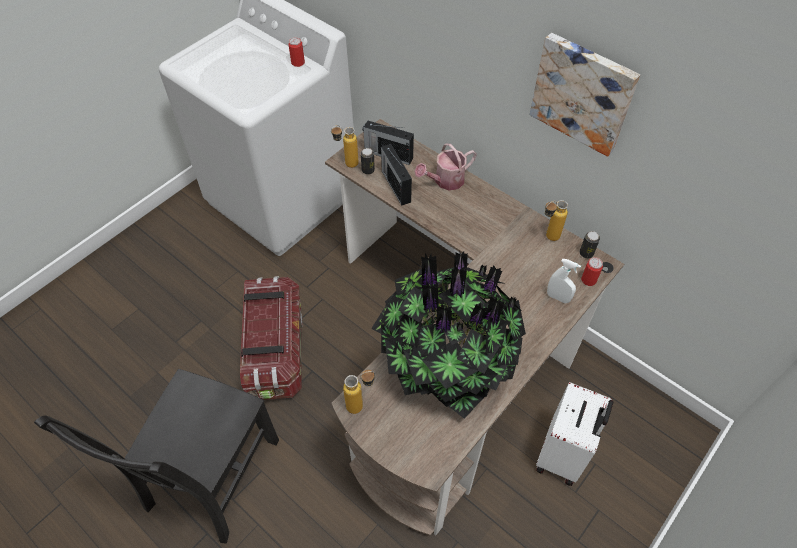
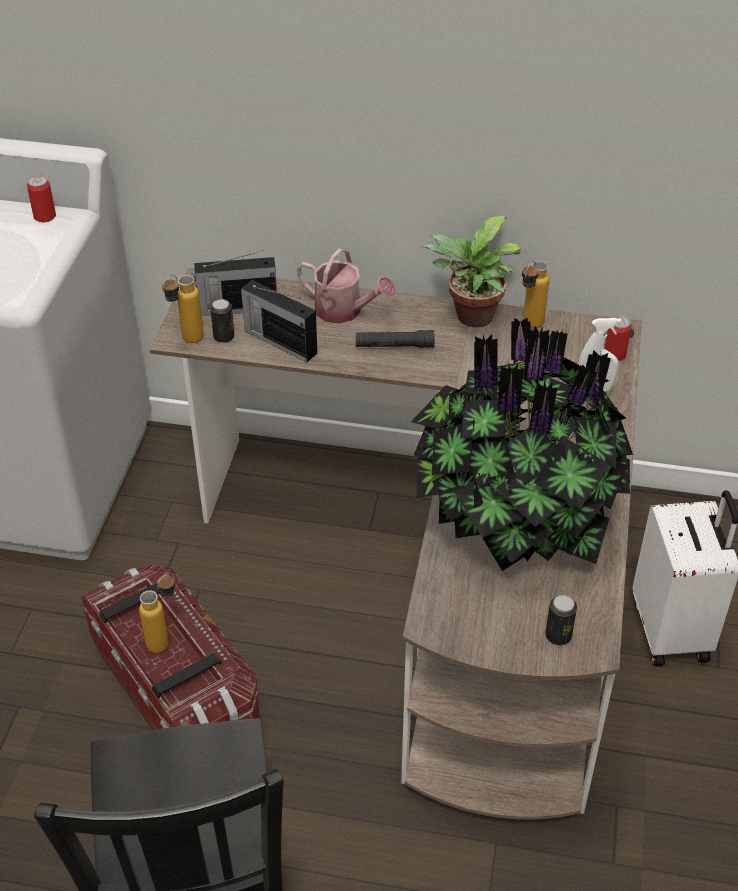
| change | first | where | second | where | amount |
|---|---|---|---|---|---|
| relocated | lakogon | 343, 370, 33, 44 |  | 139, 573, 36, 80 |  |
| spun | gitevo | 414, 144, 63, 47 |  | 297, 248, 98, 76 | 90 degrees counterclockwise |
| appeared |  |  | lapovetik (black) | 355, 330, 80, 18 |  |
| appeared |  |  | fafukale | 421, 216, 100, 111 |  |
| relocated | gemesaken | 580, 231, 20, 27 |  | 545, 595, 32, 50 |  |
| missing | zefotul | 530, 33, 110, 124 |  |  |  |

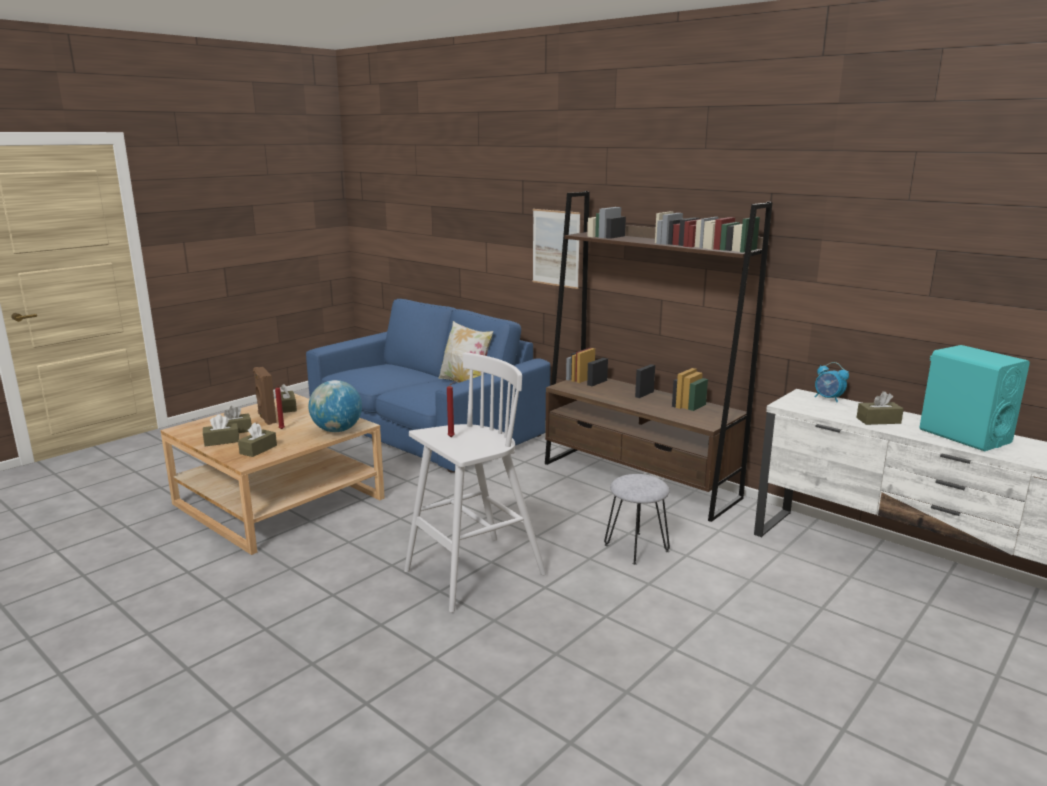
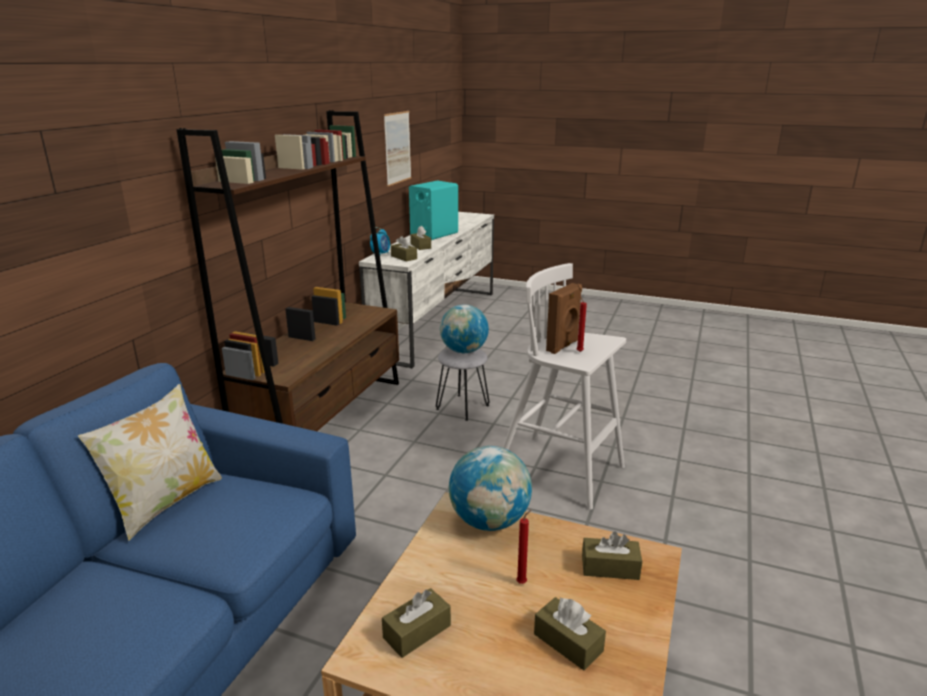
| change | first | where | second | where | amount |
|---|---|---|---|---|---|
| relocated | zefotul | 533, 209, 47, 80 |  | 384, 111, 28, 76 |  |
| relocated | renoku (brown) | 203, 414, 36, 32 |  | 391, 236, 26, 26 |  |
| appeared |  |  | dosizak | 440, 304, 49, 49 |  |
| relocated | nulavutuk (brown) | 253, 367, 24, 58 |  | 546, 283, 36, 71 |  |

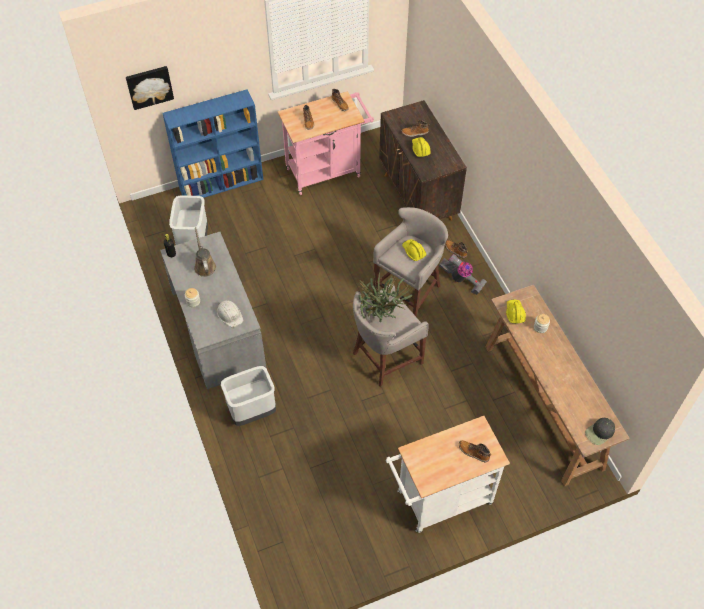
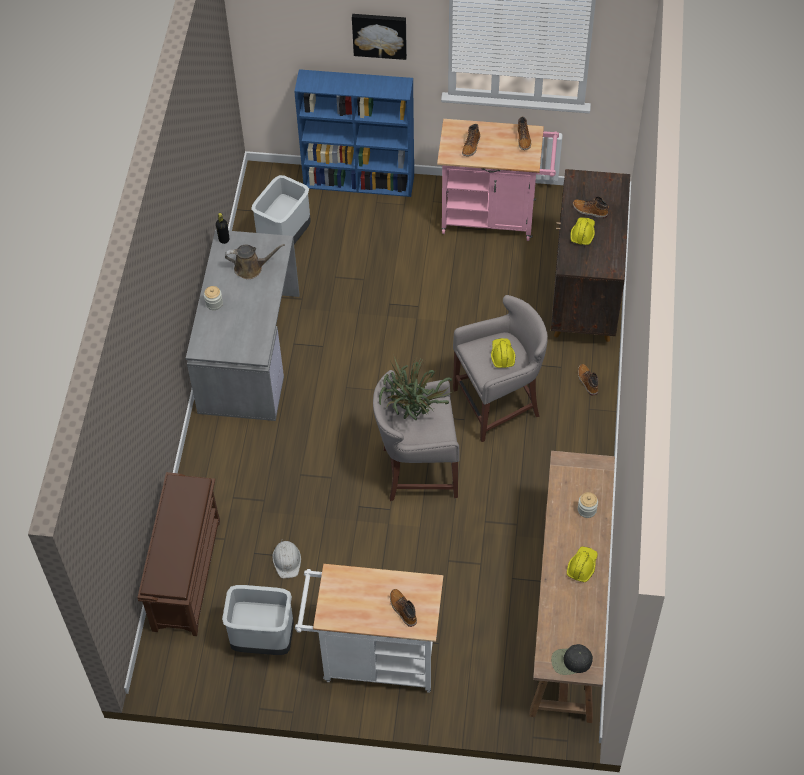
| change | first | where | second | where | amount |
|---|---|---|---|---|---|
| appeared |  |  | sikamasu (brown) | 137, 472, 83, 164 |  |
| relocated | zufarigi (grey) | 221, 366, 55, 60 |  | 222, 585, 72, 70 |  |
| spun | gitevo (brown) | 194, 227, 22, 50 |  | 225, 244, 60, 35 | 75 degrees clockwise |
| relocated | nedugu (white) | 217, 300, 26, 28 |  | 272, 539, 29, 39 |  |
| relocated | zefotul | 126, 66, 48, 44 |  | 352, 14, 55, 46 |  |
| relocated | nedugu (yellow) | 506, 300, 20, 23 |  | 567, 546, 31, 36 |  |
| missing | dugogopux | 439, 254, 48, 40 |  |  |  |

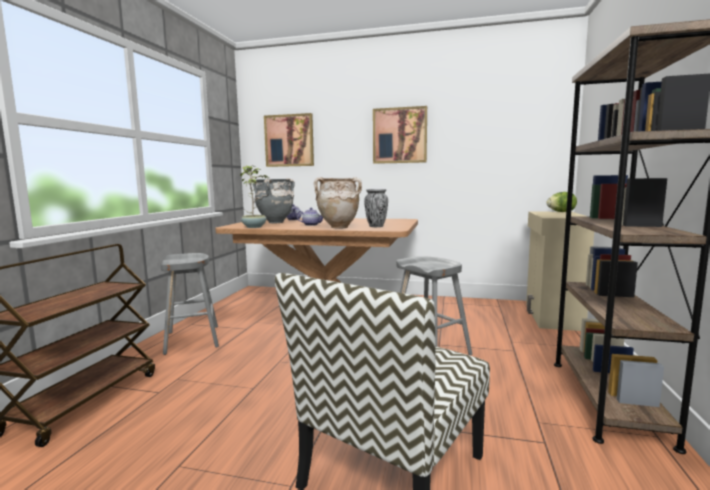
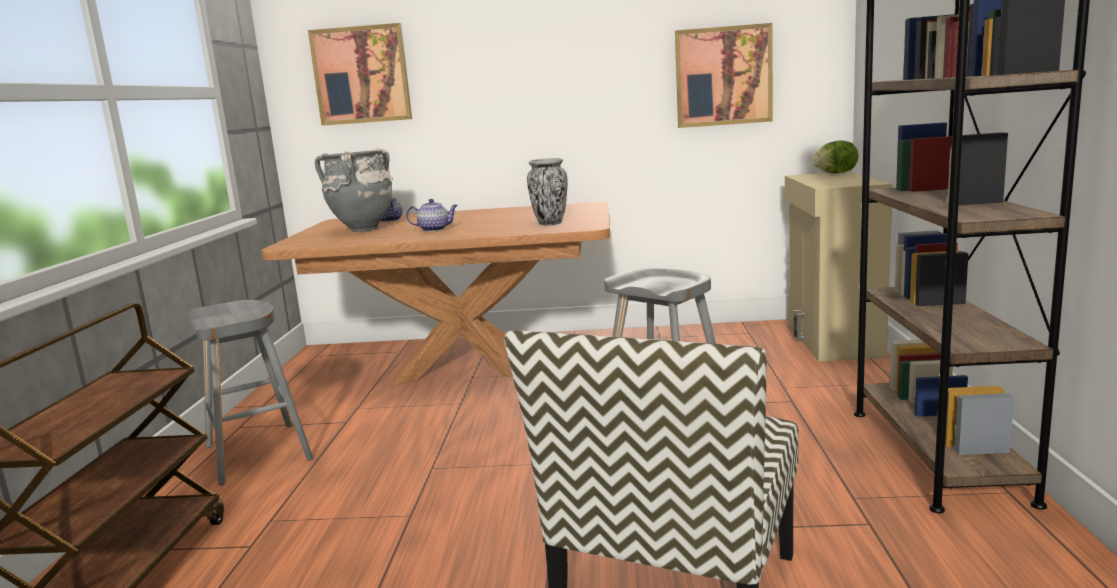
| change | first | where | second | where | amount |
|---|---|---|---|---|---|
| relocated | zefotul | 373, 106, 54, 58 |  | 675, 23, 98, 105 |  |
| missing | fafukale | 240, 166, 29, 62 |  |  |  |
| missing | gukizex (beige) | 314, 177, 48, 52 |  |  |  |

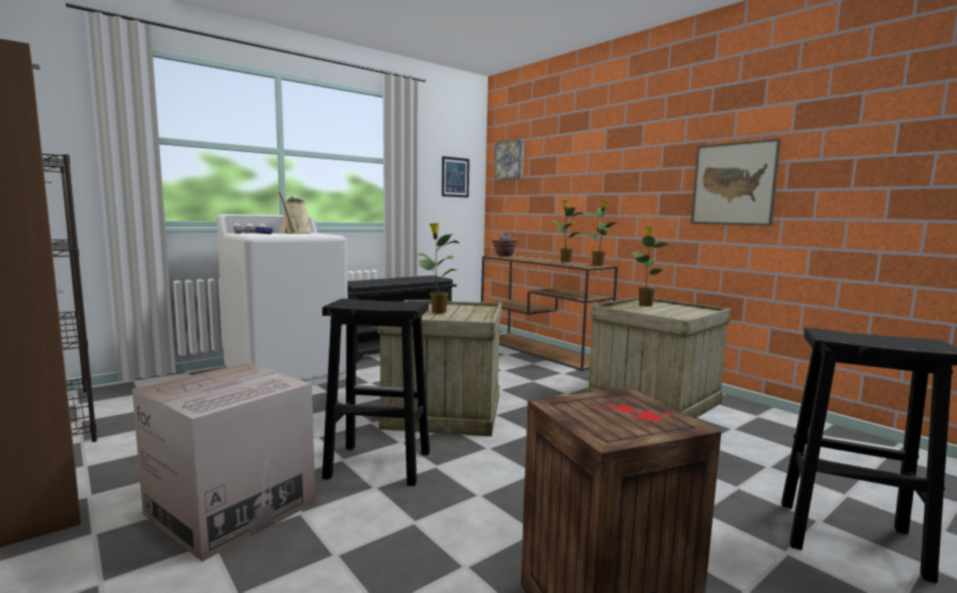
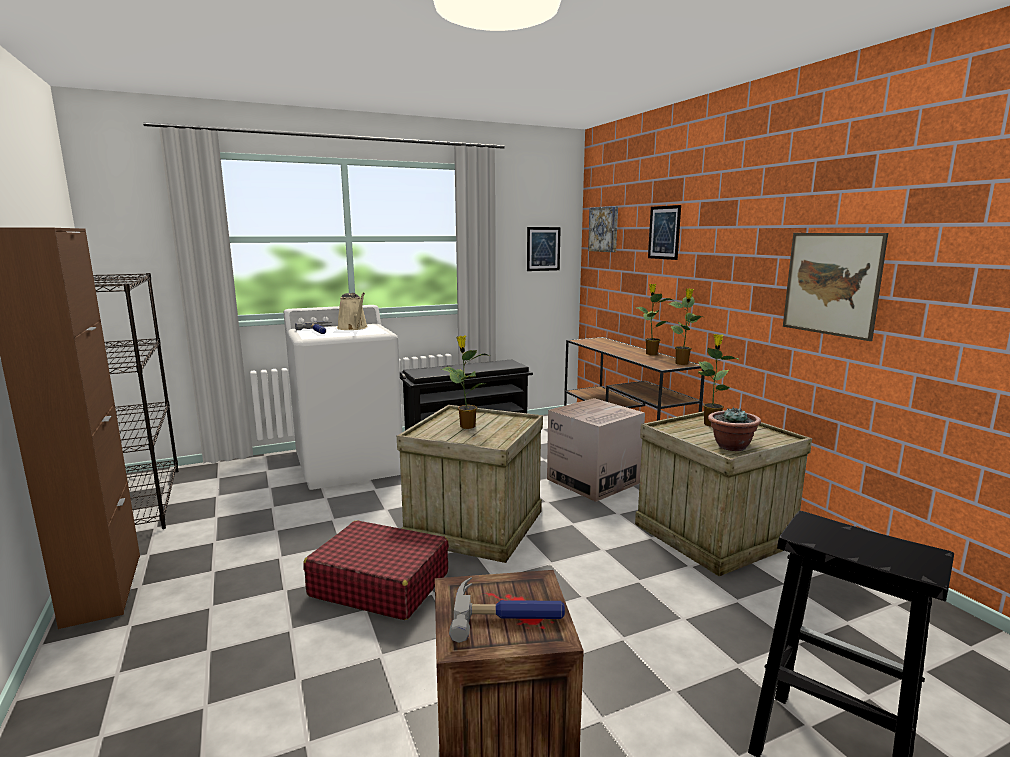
| change | first | where | second | where | amount |
|---|---|---|---|---|---|
| exchanged | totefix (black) | 322, 298, 108, 188 | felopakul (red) | 303, 520, 146, 100 |  |
| spun | gitevo (beige) | 278, 192, 34, 42 |  | 337, 292, 31, 38 | 45 degrees counterclockwise |
| appeared |  |  | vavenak | 449, 577, 116, 66 |  |
| relocated | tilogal | 132, 363, 183, 199 |  | 547, 398, 98, 104 |  |
| appeared |  |  | zefotul | 648, 205, 33, 55 |  |
| relocated | fafukale | 491, 234, 27, 23 |  | 708, 406, 53, 45 |  |

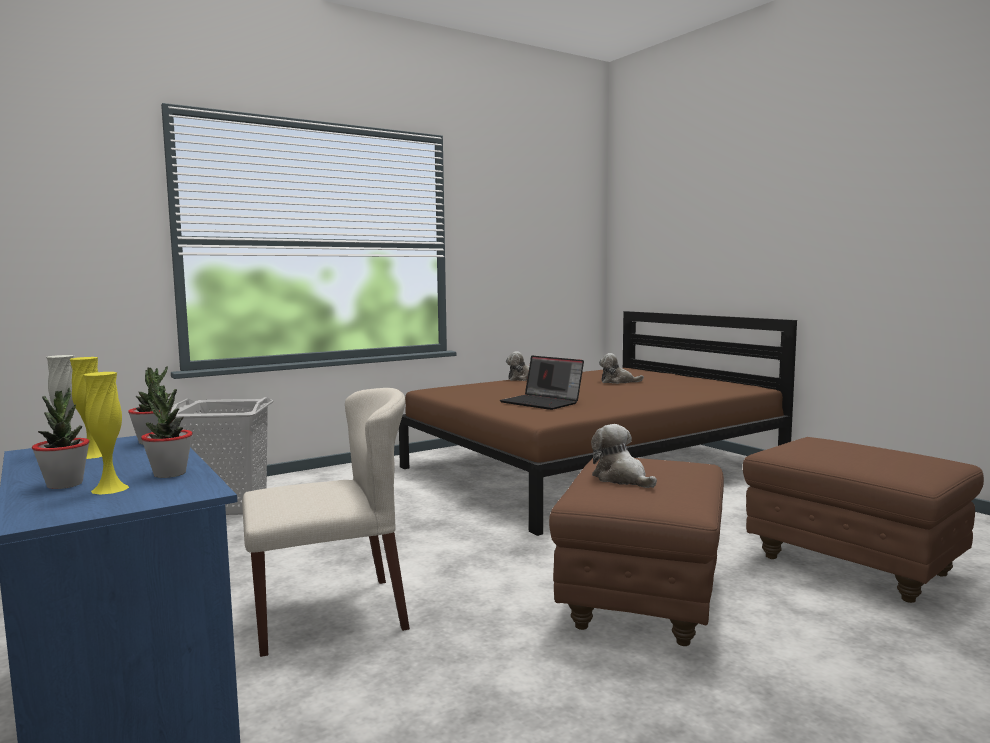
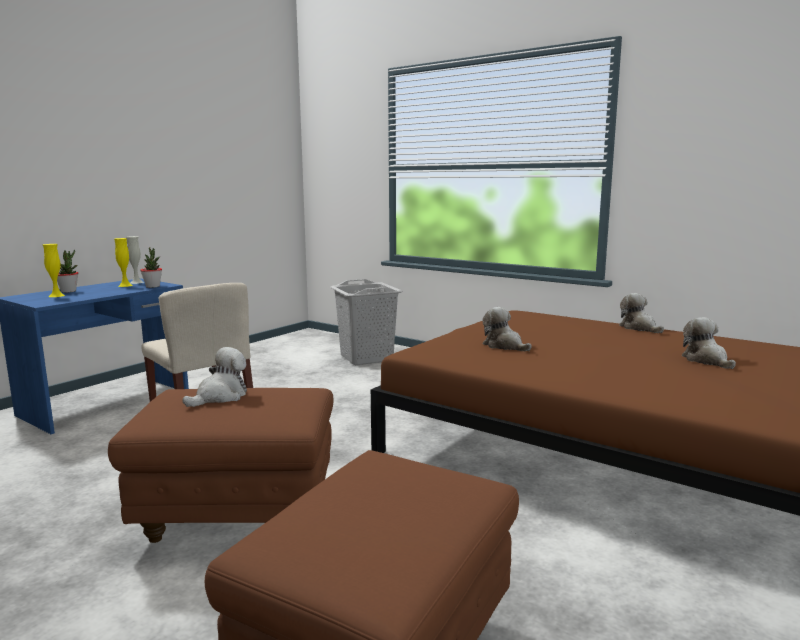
| change | first | where | second | where | amount |
|---|---|---|---|---|---|
| exchanged | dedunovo | 500, 356, 84, 54 | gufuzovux | 482, 307, 50, 44 |  |
| missing | fafukale | 141, 385, 52, 93 |  |  |  |

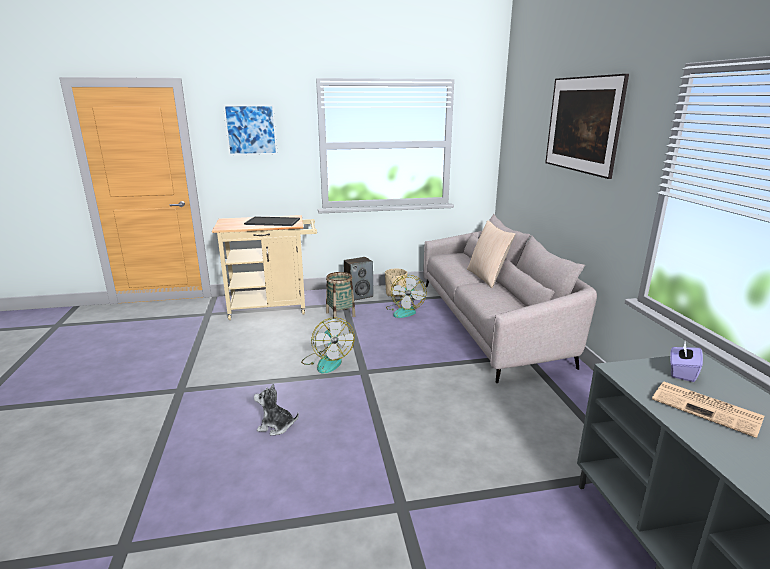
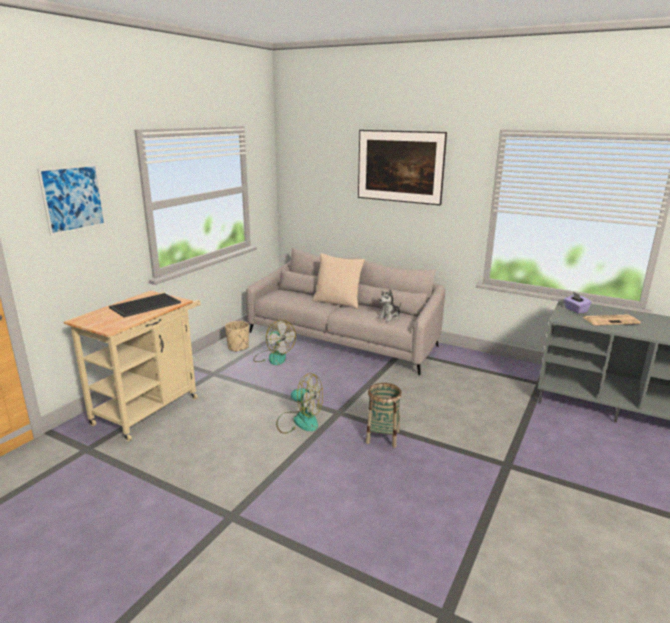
| change | first | where | second | where | amount |
|---|---|---|---|---|---|
| relocated | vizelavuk | 326, 272, 30, 47 |  | 366, 383, 36, 65 |  |
| relocated | gufuzovux | 254, 383, 45, 53 |  | 378, 289, 23, 33 |  |
| missing | nulavutuk | 344, 257, 29, 44 |  |  |  |

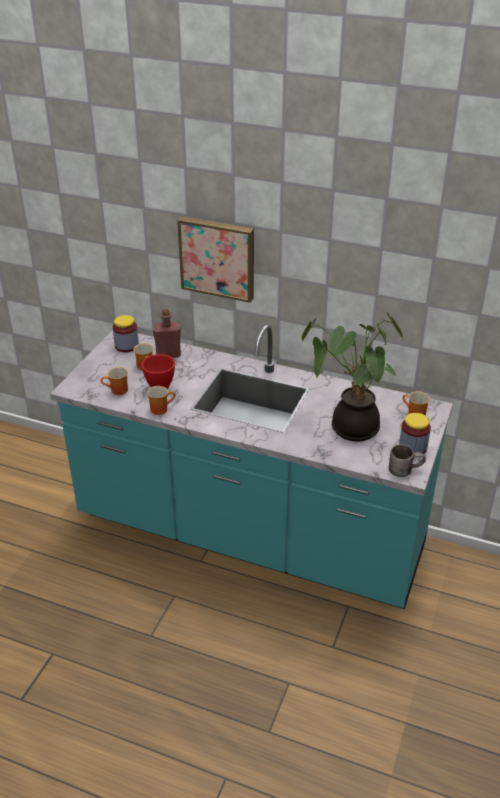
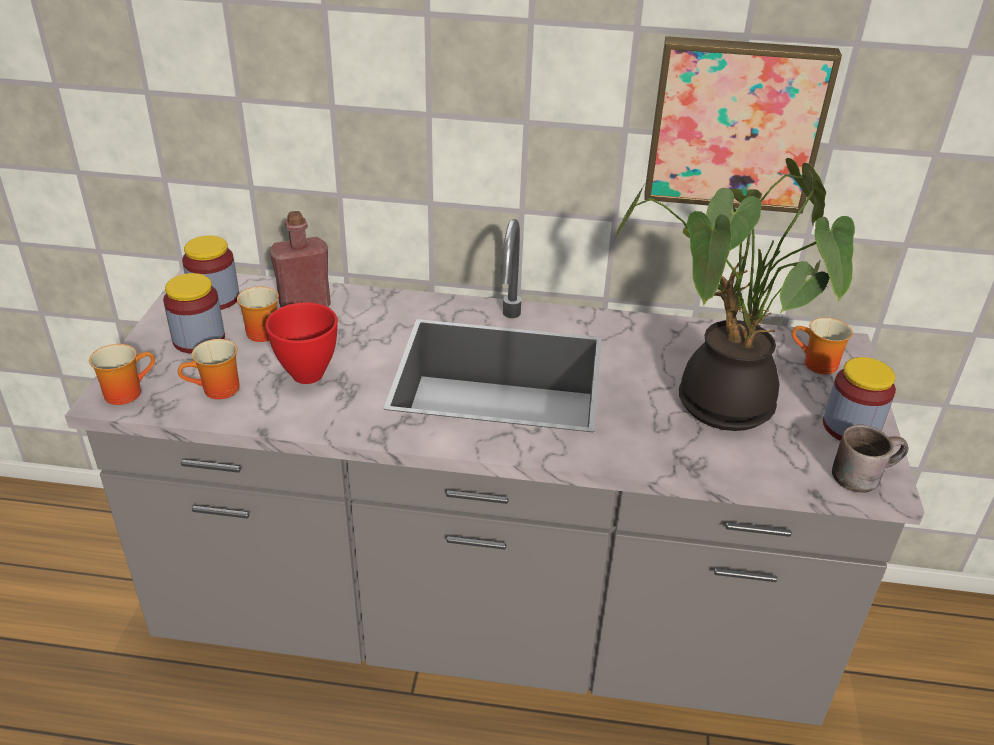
| change | first | where | second | where | amount |
|---|---|---|---|---|---|
| colour | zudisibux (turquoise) | 50, 324, 403, 285 | zudisibux (grey) | 65, 219, 860, 507 |  |
| relocated | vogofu | 147, 386, 29, 29 |  | 89, 344, 66, 61 |  |
| appeared |  |  | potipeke | 163, 273, 62, 81 |  |
| relocated | zefotul | 177, 216, 77, 87 |  | 644, 36, 198, 178 |  |

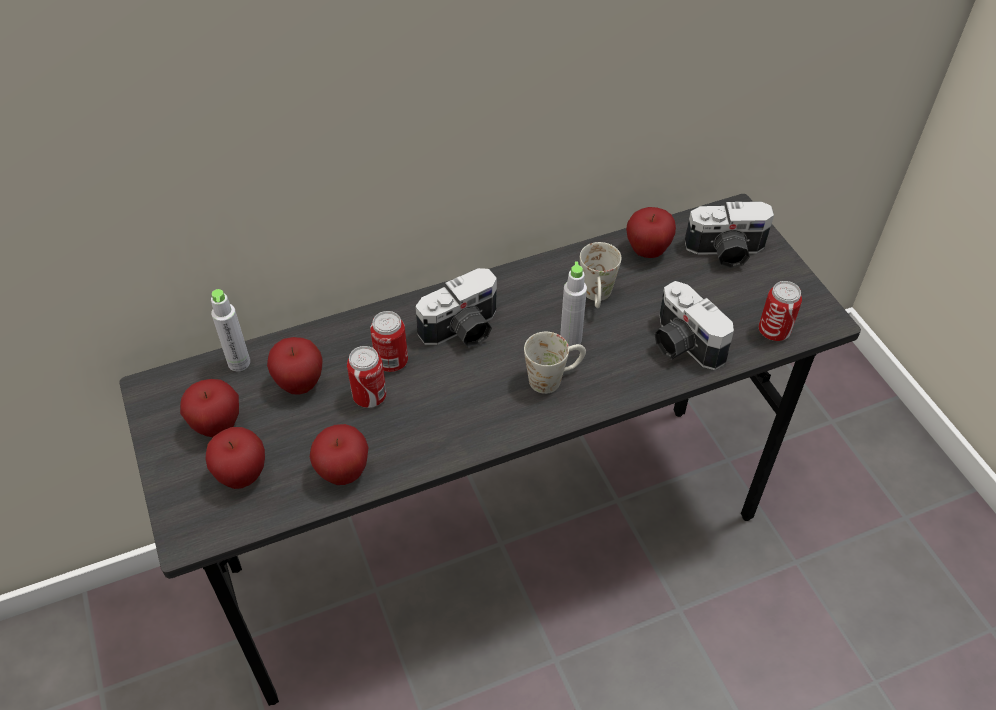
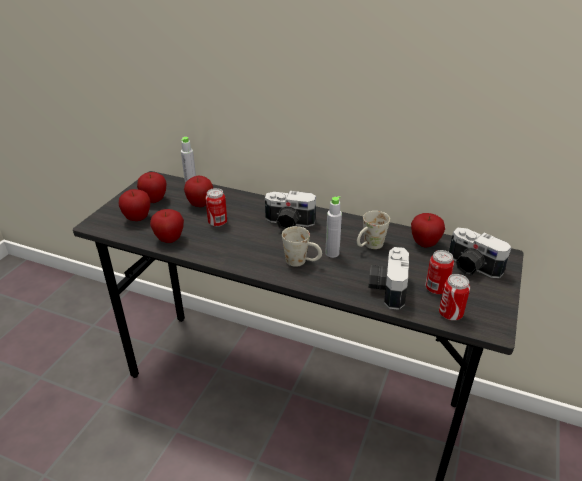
| change | first | where | second | where | amount |
|---|---|---|---|---|---|
| relocated | gemesaken | 370, 311, 38, 61 |  | 425, 250, 29, 45 |  |

